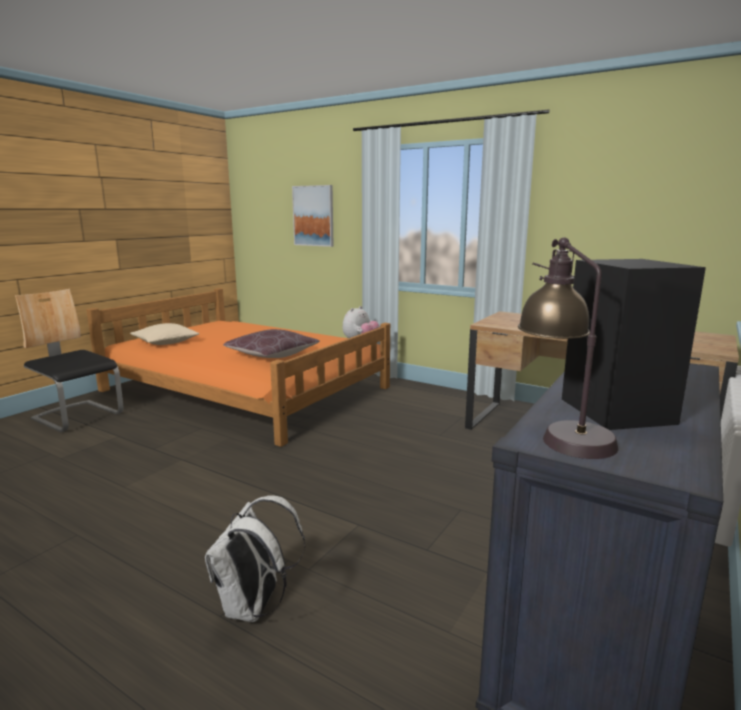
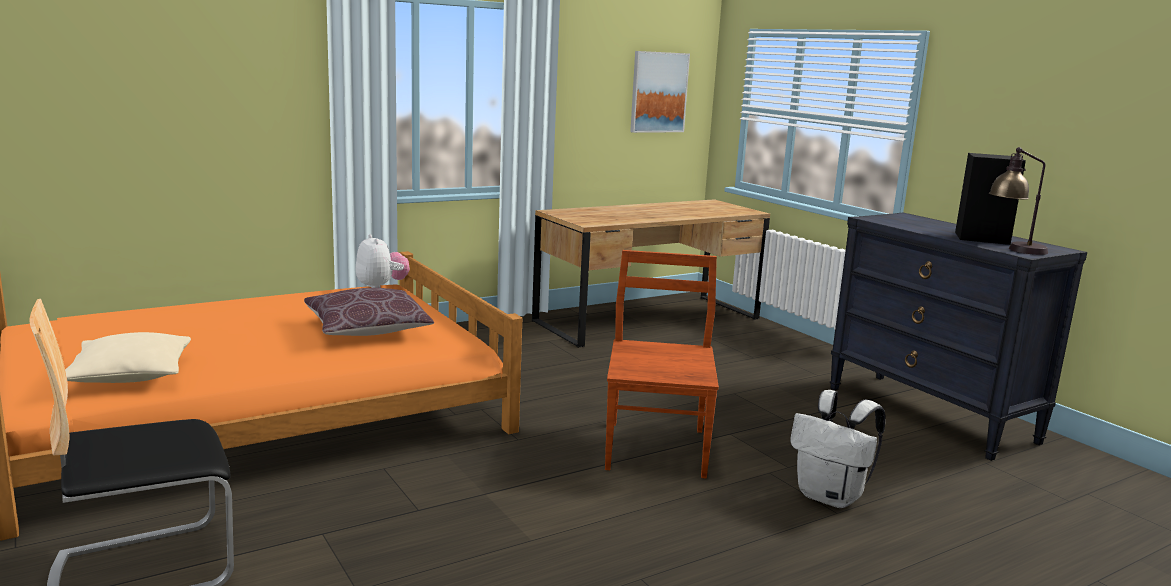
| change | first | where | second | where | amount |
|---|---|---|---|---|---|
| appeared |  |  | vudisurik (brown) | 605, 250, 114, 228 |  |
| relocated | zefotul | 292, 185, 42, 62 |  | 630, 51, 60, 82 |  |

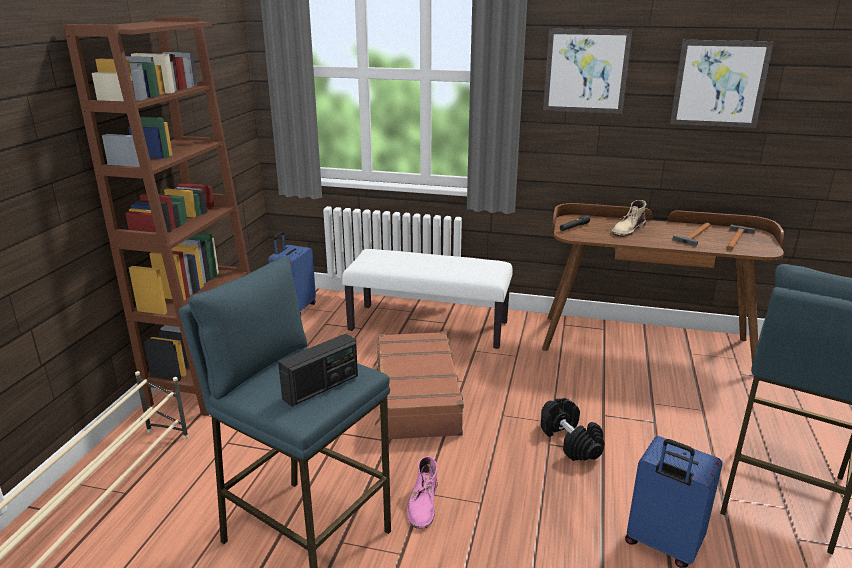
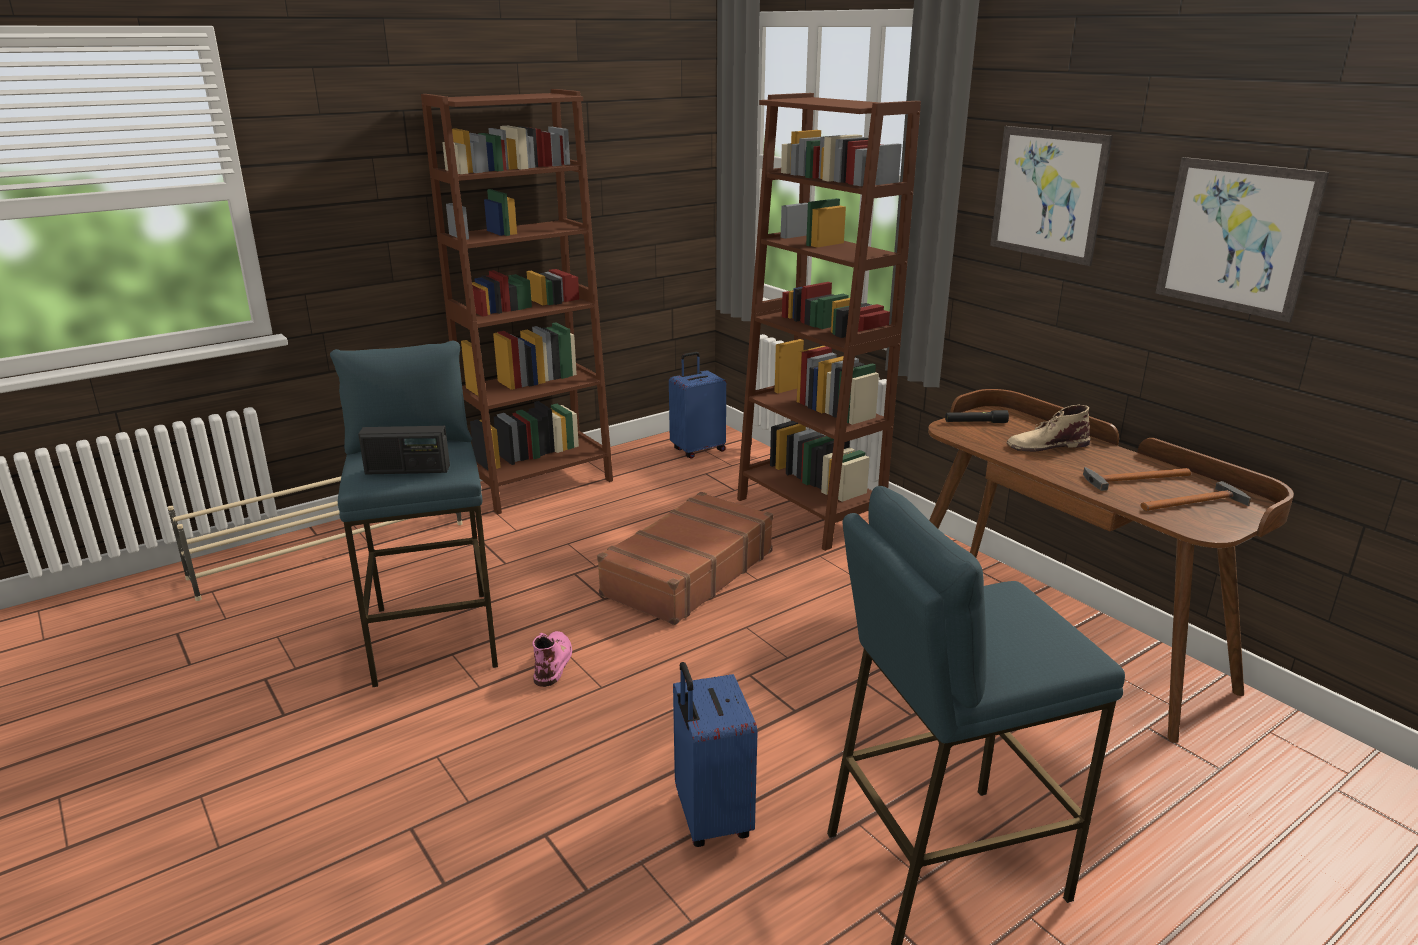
| change | first | where | second | where | amount |
|---|---|---|---|---|---|
| spun | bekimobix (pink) | 407, 456, 30, 73 |  | 532, 631, 40, 56 | 135 degrees clockwise |
| exchanged | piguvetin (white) | 342, 249, 171, 100 | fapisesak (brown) | 737, 93, 184, 458 |  |
| missing | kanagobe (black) | 541, 398, 63, 63 |  |  |  |

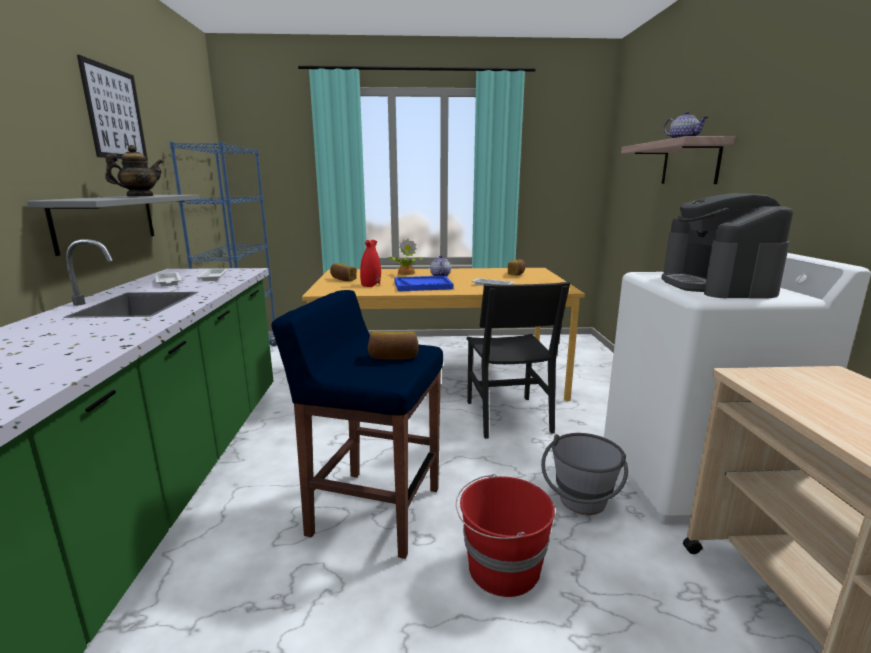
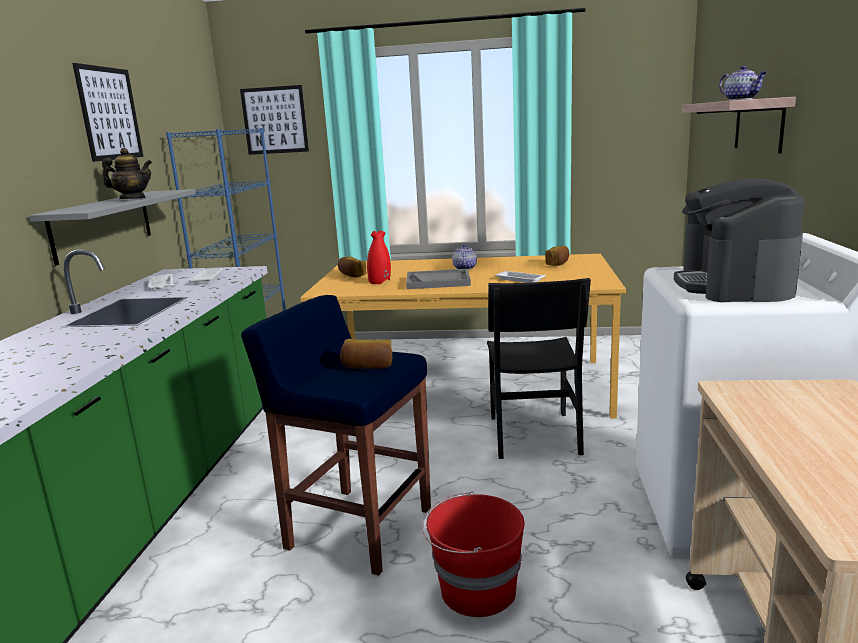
| change | first | where | second | where | amount |
|---|---|---|---|---|---|
| spun | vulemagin | 105, 145, 58, 51 |  | 102, 148, 50, 51 | 45 degrees clockwise |
| appeared |  |  | zefotul | 240, 85, 69, 70 |  |
| colour | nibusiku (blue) | 394, 276, 60, 15 | nibusiku (grey) | 406, 269, 65, 20 |  |
| missing | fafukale | 387, 239, 36, 36 |  |  |  |
| missing | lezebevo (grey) | 541, 433, 87, 82 |  |  |  |

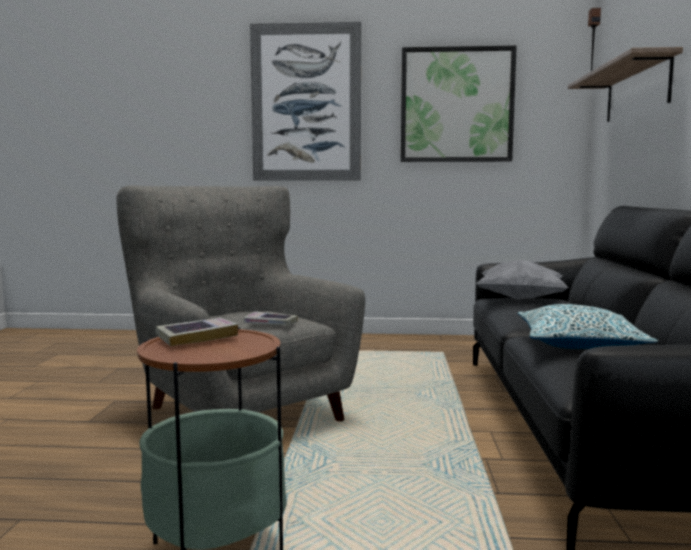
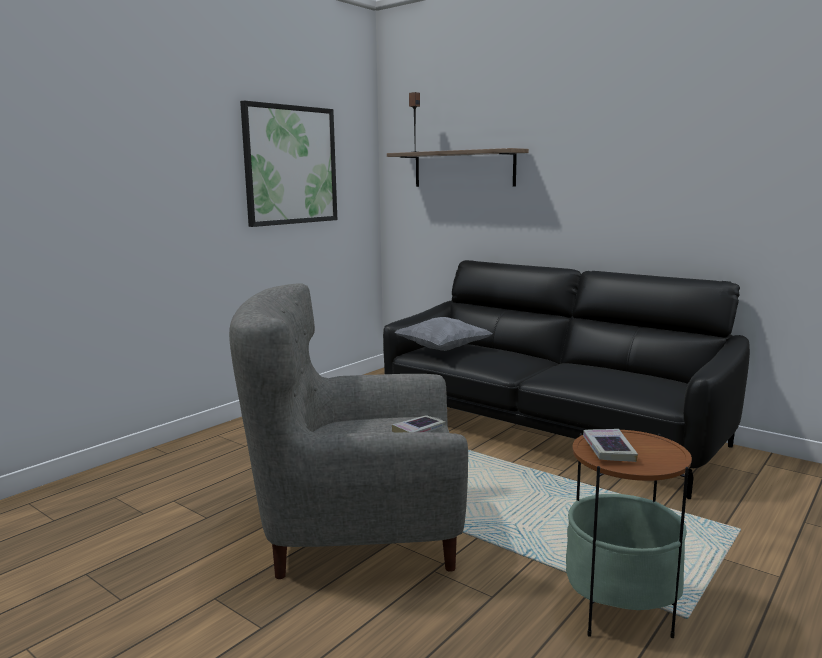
| change | first | where | second | where | amount |
|---|---|---|---|---|---|
| missing | zefotul | 250, 22, 111, 159 |  |  |  |
| missing | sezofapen | 517, 304, 141, 45 |  |  |  |

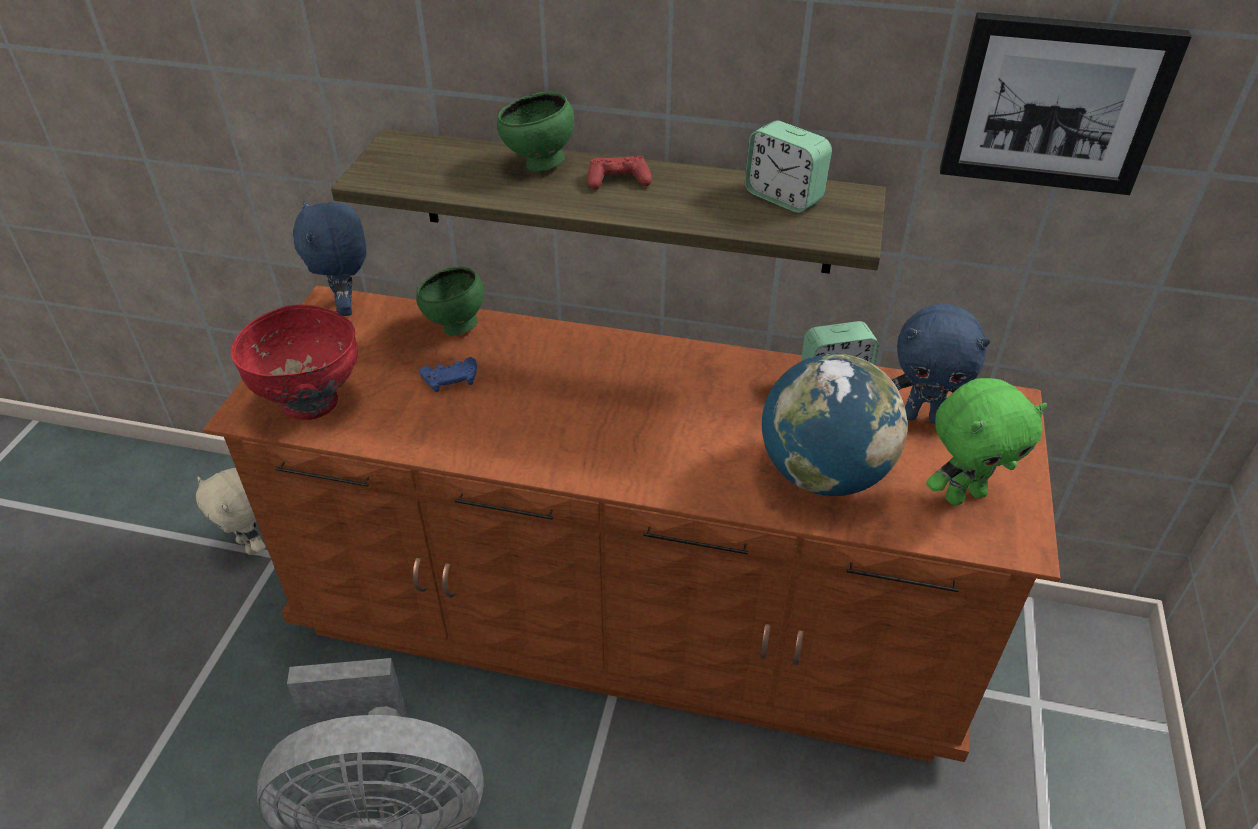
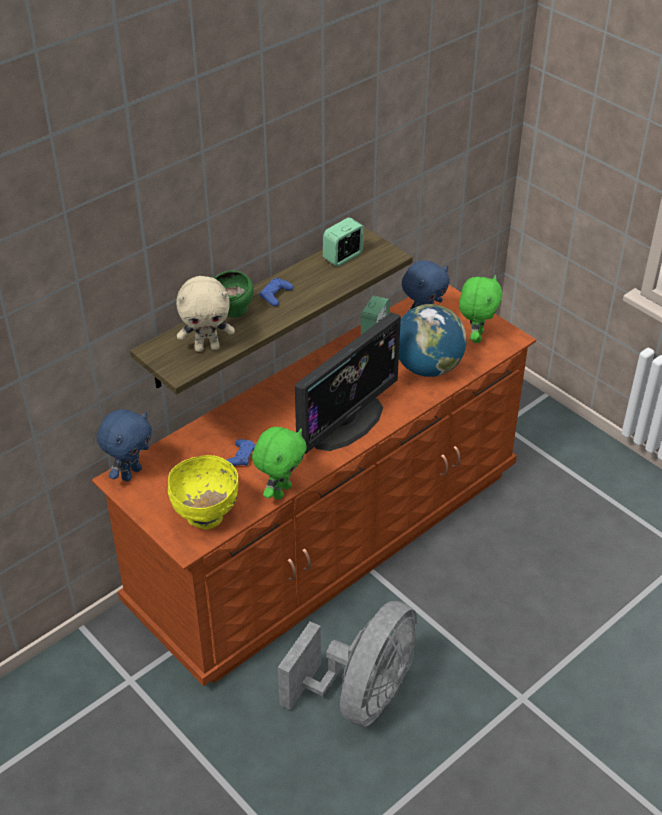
| change | first | where | second | where | amount |
|---|---|---|---|---|---|
| spun | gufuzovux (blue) | 293, 200, 73, 116 |  | 97, 409, 55, 72 | 75 degrees counterclockwise |
| colour | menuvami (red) | 231, 304, 127, 116 | menuvami (yellow) | 168, 455, 71, 75 |  |
| relocated | gufuzovux (beige) | 196, 468, 70, 87 |  | 176, 276, 59, 76 |  |
| appeared |  |  | gufuzovux (green) | 252, 427, 55, 73 |  |
| colour | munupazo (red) | 587, 156, 65, 34 | munupazo (blue) | 260, 278, 33, 28 |  |
| appeared |  |  | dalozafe | 295, 313, 106, 141 |  |
| spun | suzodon | 745, 121, 87, 92 |  | 323, 217, 41, 50 | 150 degrees clockwise |
| missing | menuvami (green) | 416, 266, 68, 70 |  |  |  |
| missing | zefotul | 940, 12, 252, 183 |  |  |  |

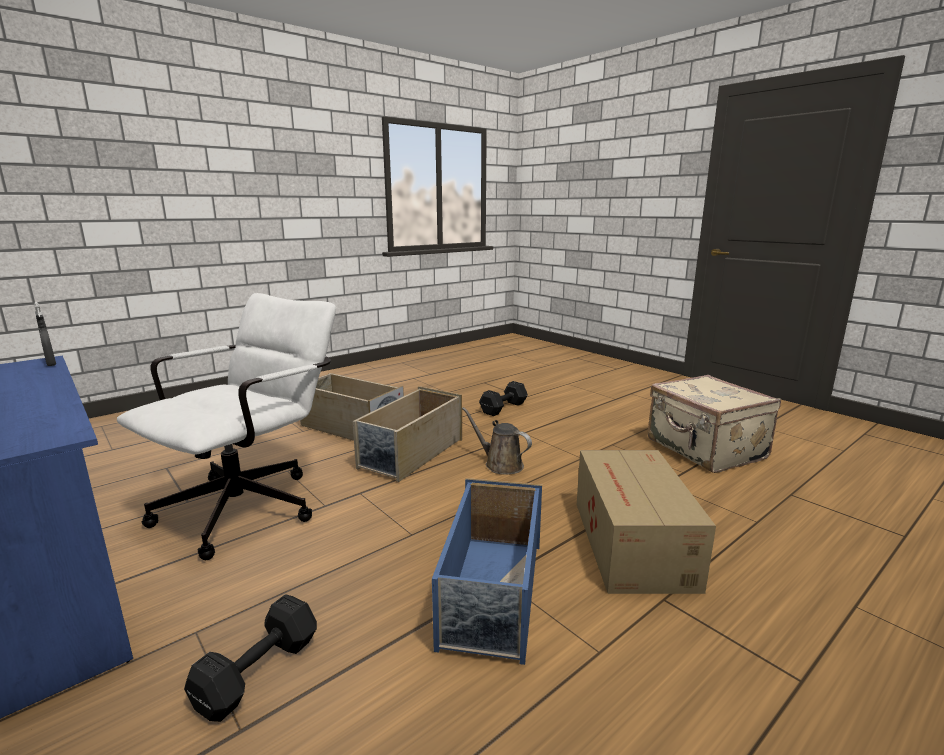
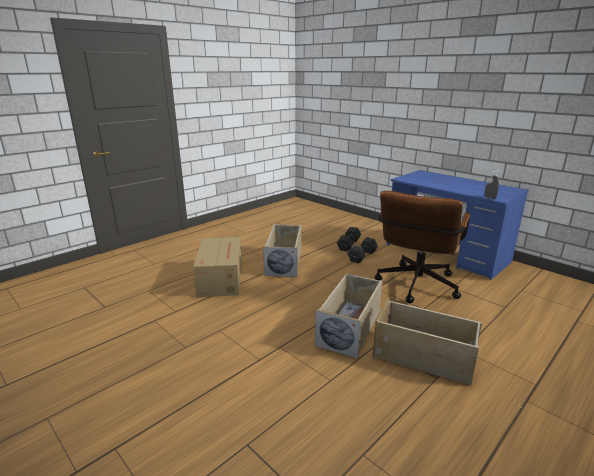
| change | first | where | second | where | amount |
|---|---|---|---|---|---|
| colour | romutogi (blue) | 432, 478, 110, 187 | romutogi (beige) | 263, 224, 38, 53 |  |
| relocated | kanagobe (black) | 479, 381, 49, 35 |  | 347, 237, 31, 27 |  |
| colour | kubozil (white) | 117, 293, 219, 267 | kubozil (brown) | 375, 191, 95, 112 |  |
| missing | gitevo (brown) | 462, 407, 70, 68 |  |  |  |
| missing | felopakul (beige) | 648, 375, 133, 98 |  |  |  |

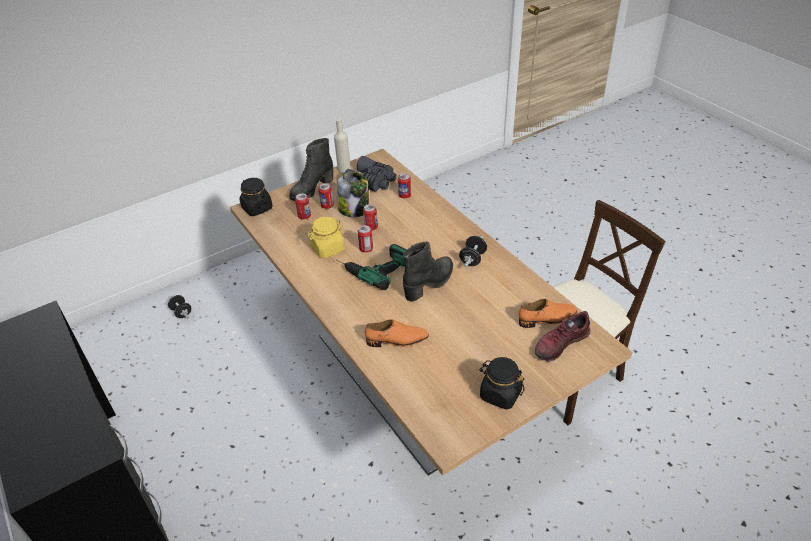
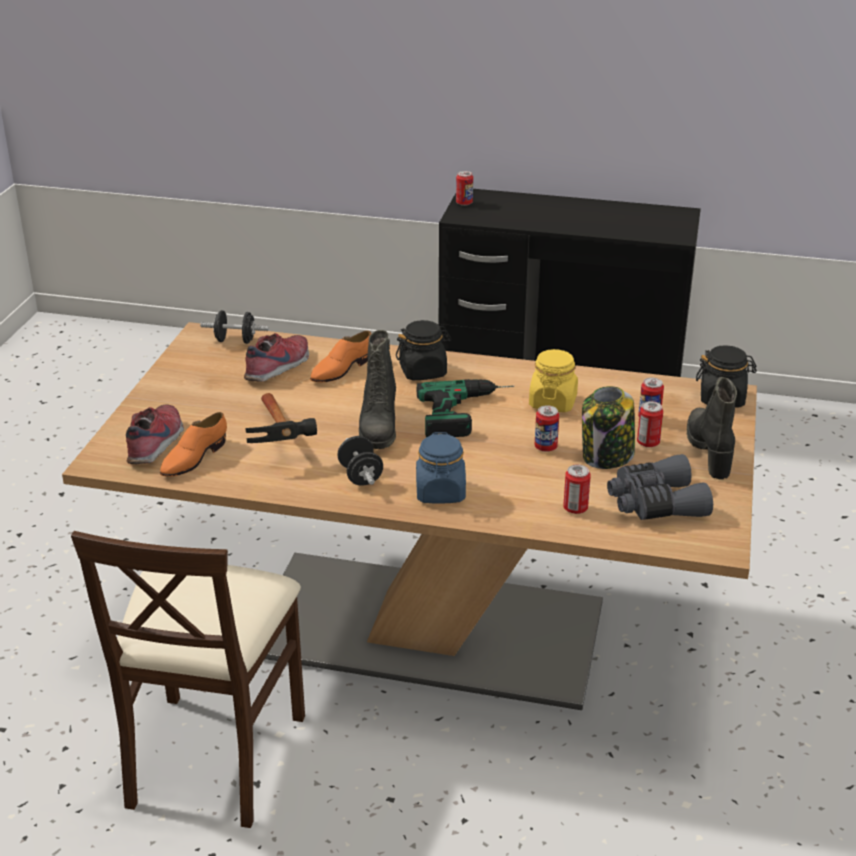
| change | first | where | second | where | amount |
|---|---|---|---|---|---|
| relocated | kanagobe (black) | 168, 295, 23, 23 |  | 200, 310, 69, 34 |  |
| appeared |  |  | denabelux | 244, 333, 65, 49 |  |
| appeared |  |  | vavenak | 245, 393, 72, 50 |  |
| relocated | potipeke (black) | 479, 357, 46, 53 |  | 396, 320, 56, 60 |  |
| appeared |  |  | potipeke (blue) | 416, 432, 50, 71 |  |
| relocated | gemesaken | 358, 225, 15, 28 |  | 456, 171, 17, 35 |  |
| missing | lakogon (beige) | 334, 118, 17, 56 |  |  |  |

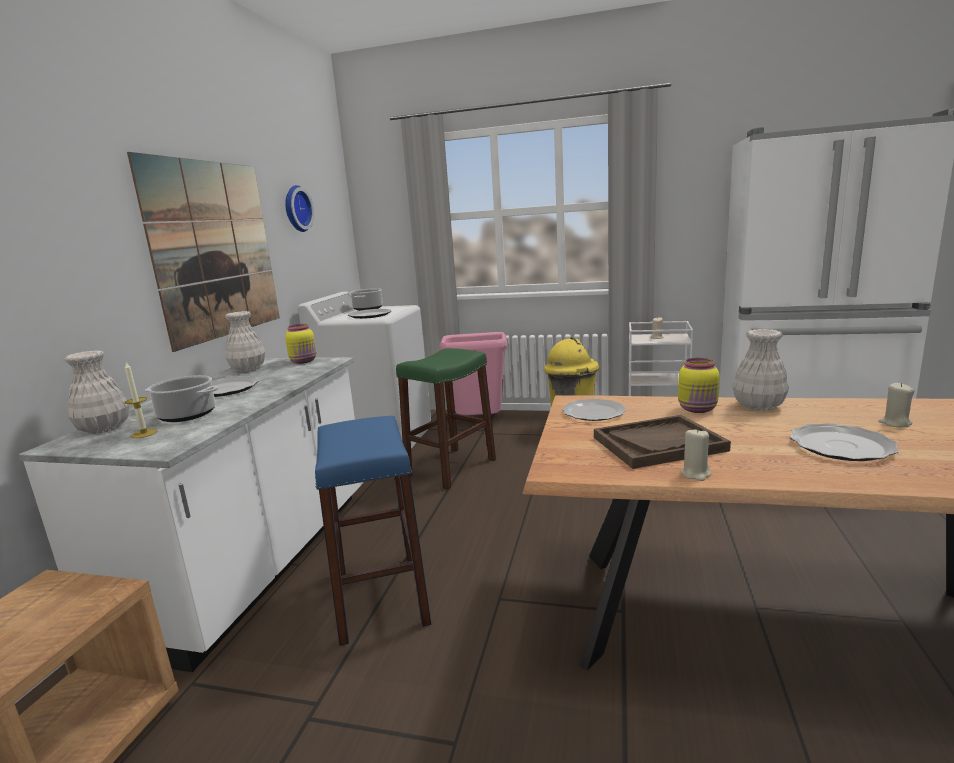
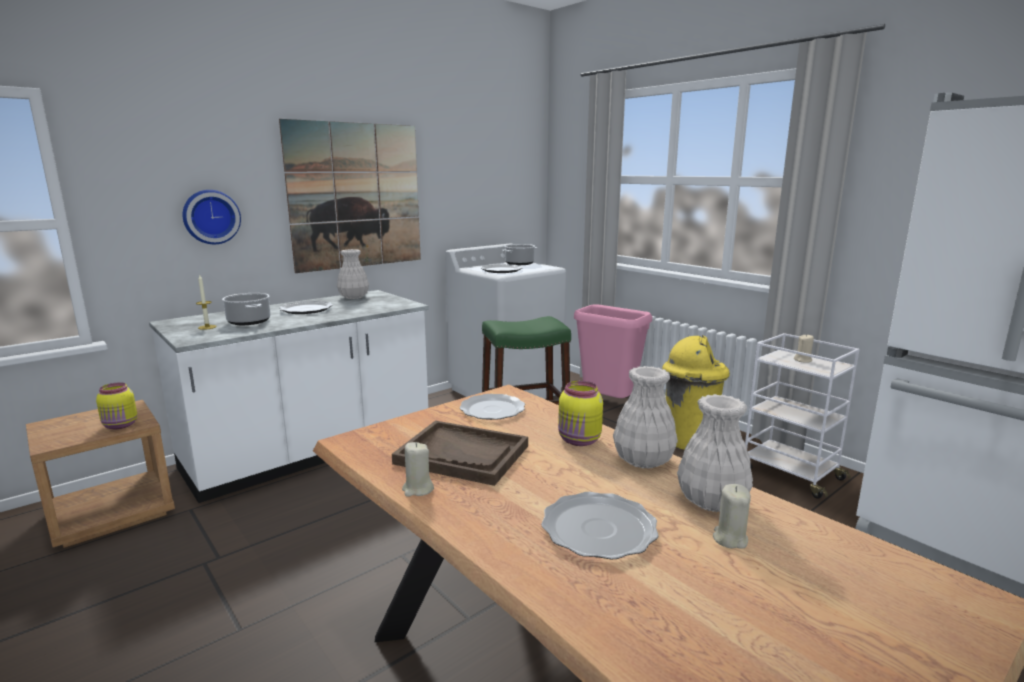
| change | first | where | second | where | amount |
|---|---|---|---|---|---|
| relocated | potipeke (yellow) | 285, 324, 31, 40 |  | 96, 382, 41, 47 |  |
| relocated | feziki | 285, 185, 29, 47 |  | 183, 190, 58, 54 |  |
| relocated | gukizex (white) | 64, 350, 65, 84 |  | 677, 394, 76, 118 |  |
| missing | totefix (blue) | 315, 416, 116, 230 |  |  |  |

